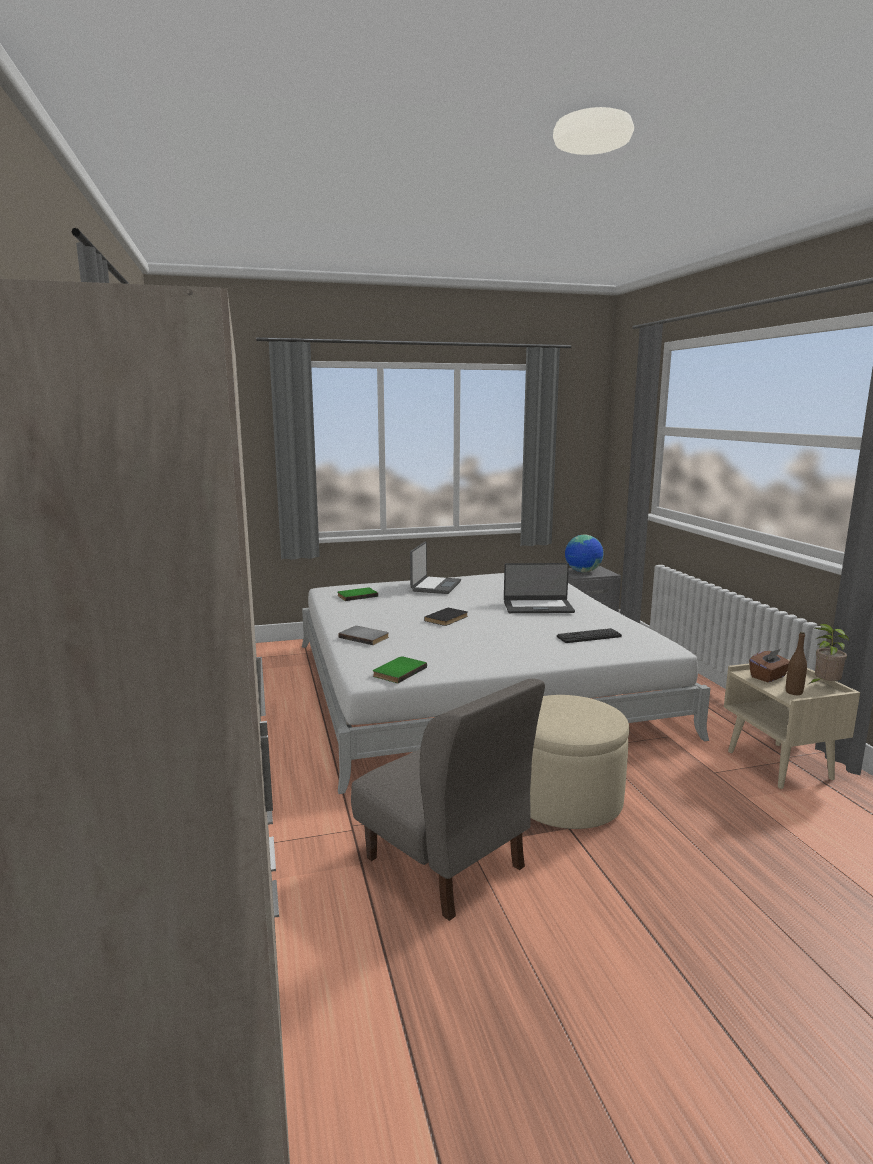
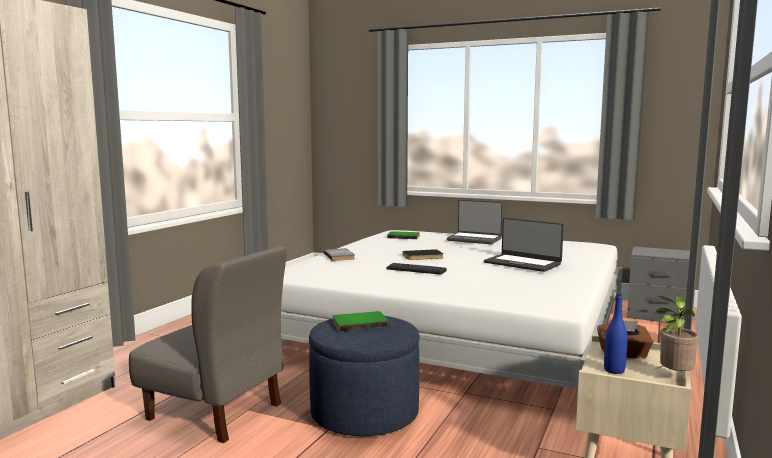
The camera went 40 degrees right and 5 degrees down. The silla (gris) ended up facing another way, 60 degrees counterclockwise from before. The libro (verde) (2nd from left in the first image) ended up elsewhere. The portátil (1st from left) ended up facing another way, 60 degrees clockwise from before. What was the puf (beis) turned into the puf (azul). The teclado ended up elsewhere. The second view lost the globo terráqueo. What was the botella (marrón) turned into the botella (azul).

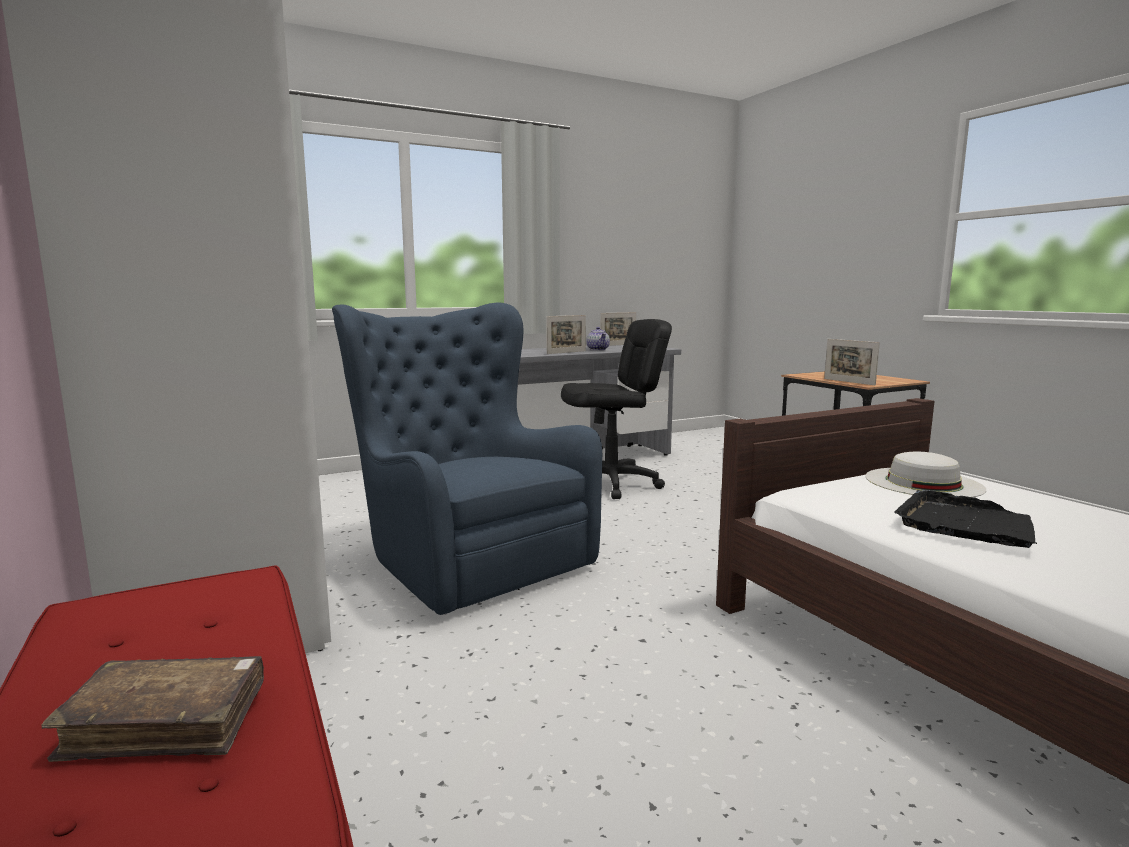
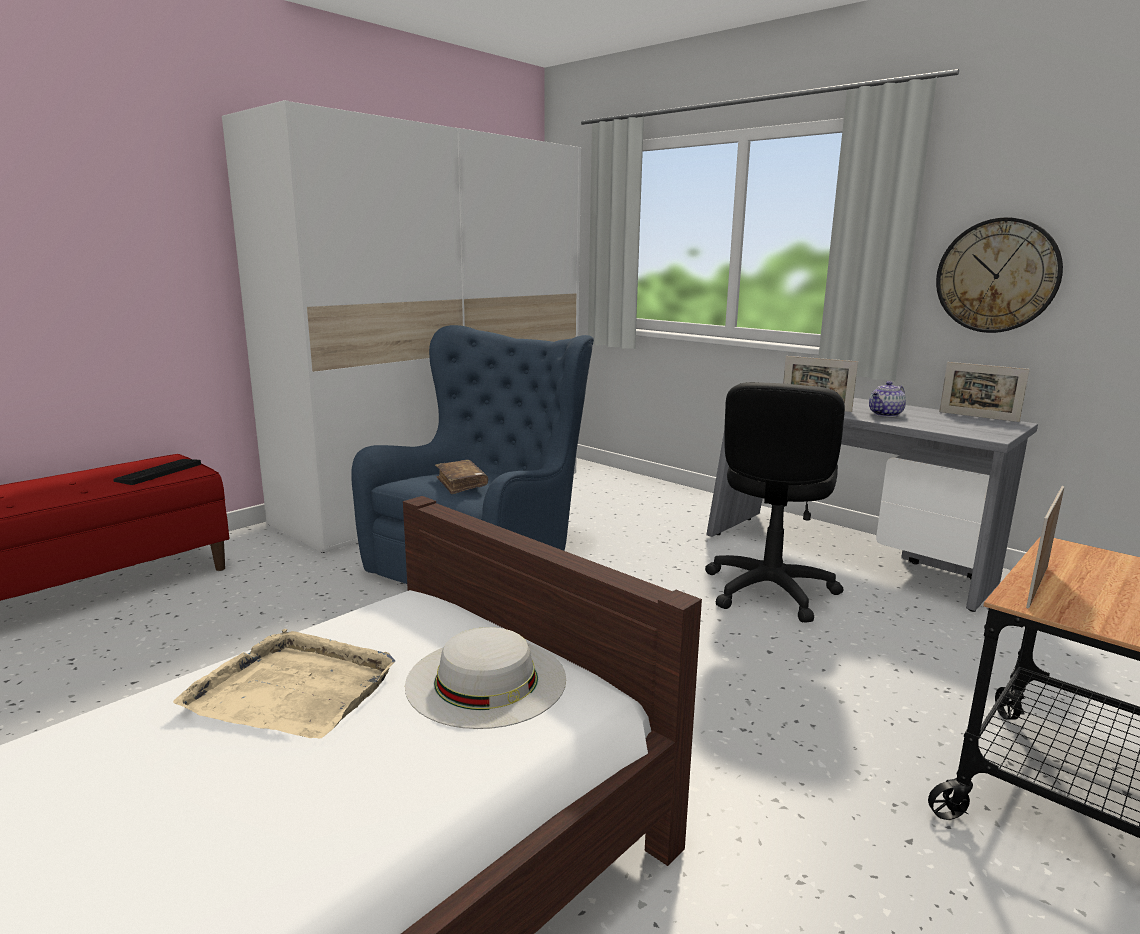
The camera went 70 degrees right and 5 degrees up. The libro (marrón) ended up elsewhere. The silla de oficina (negro) ended up facing another way, 60 degrees clockwise from before. What was the bandeja (negro) turned into the bandeja (beis). The second view gained the teclado. The second view gained the reloj de pared.

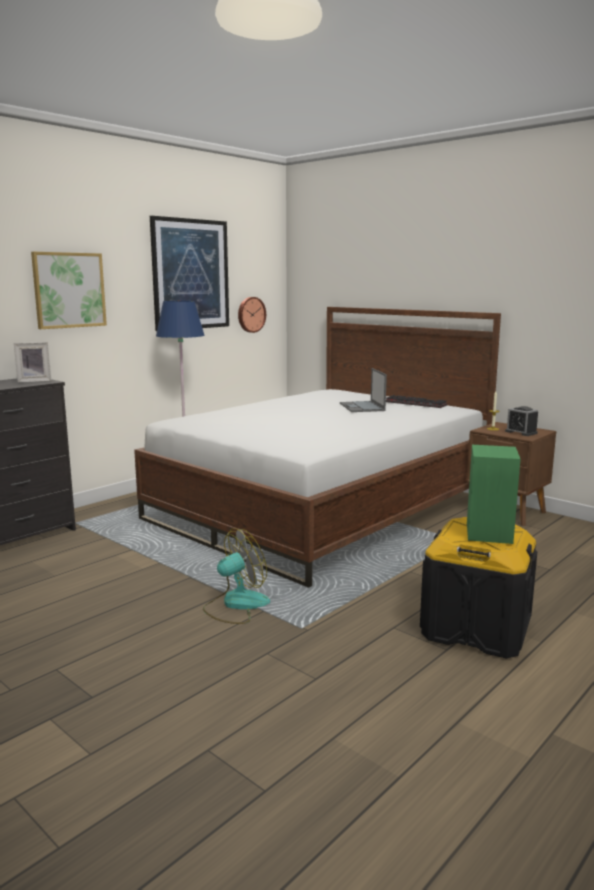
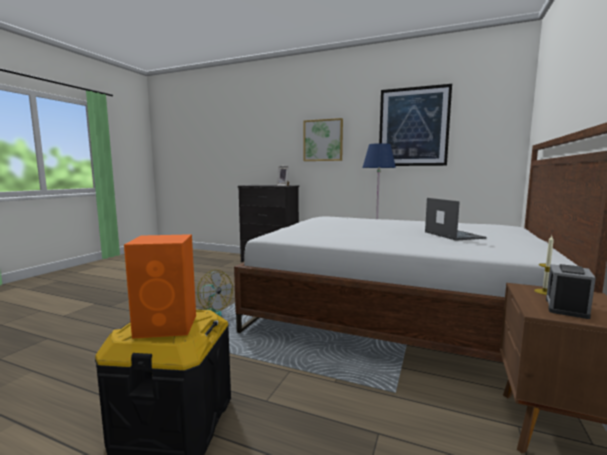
The camera went 70 degrees right and 5 degrees down. The second view lost the reloj de pared. The portátil ended up facing another way, 105 degrees clockwise from before. The second view lost the teclado. What was the altavoz (verde) turned into the altavoz (naranja).

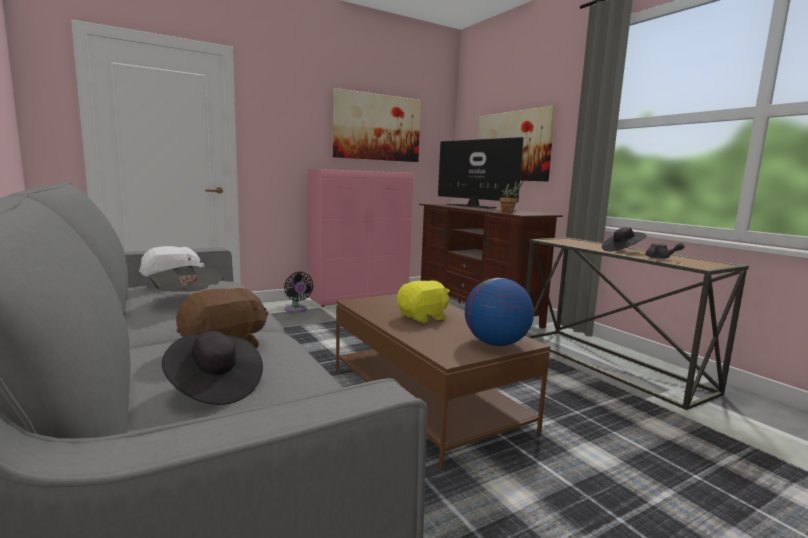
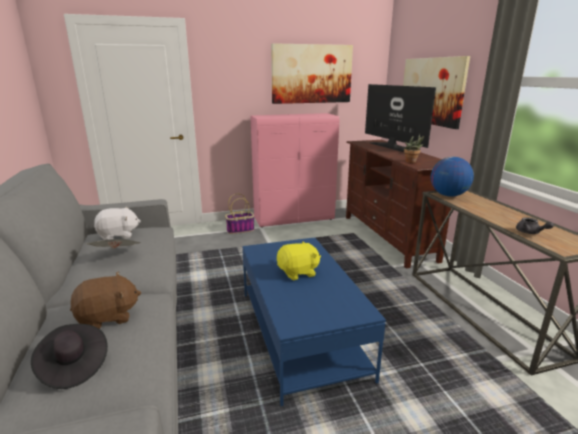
The camera went 15 degrees right and 10 degrees up. Where the ventilador (negro) stood, the cesta came to stand. What was the mesa de centro (marrón) turned into the mesa de centro (azul). The globo terráqueo ended up elsewhere. The second view lost the sombrero (negro) (2nd from left).

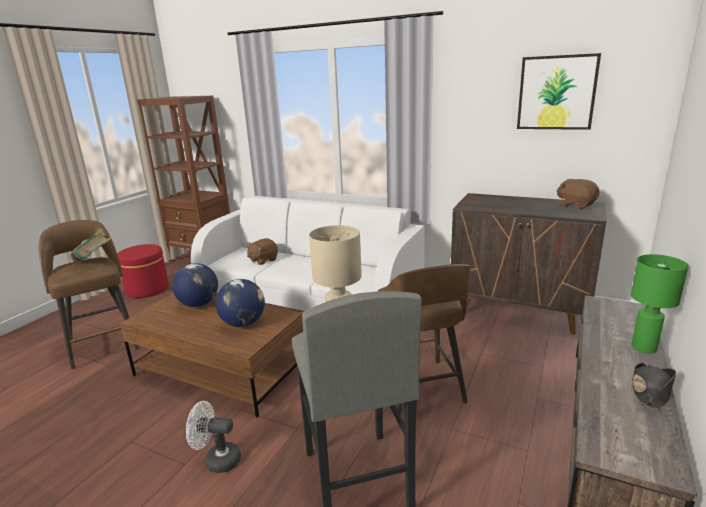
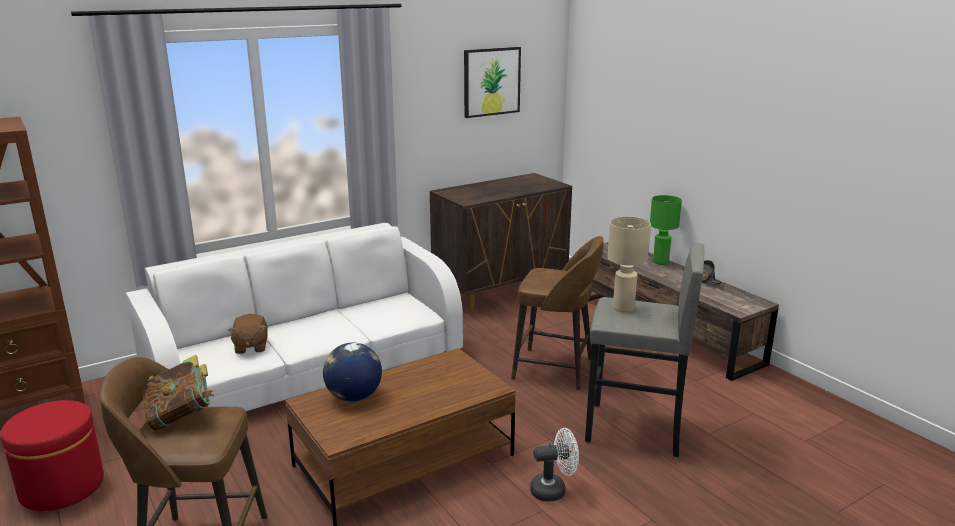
The camera went 60 degrees left and 0 degrees up. The ventilador (blanco) ended up facing another way, 135 degrees counterclockwise from before. The second view lost the globo terráqueo (2nd from left). The second view lost the peluche (marrón) (2nd from left).

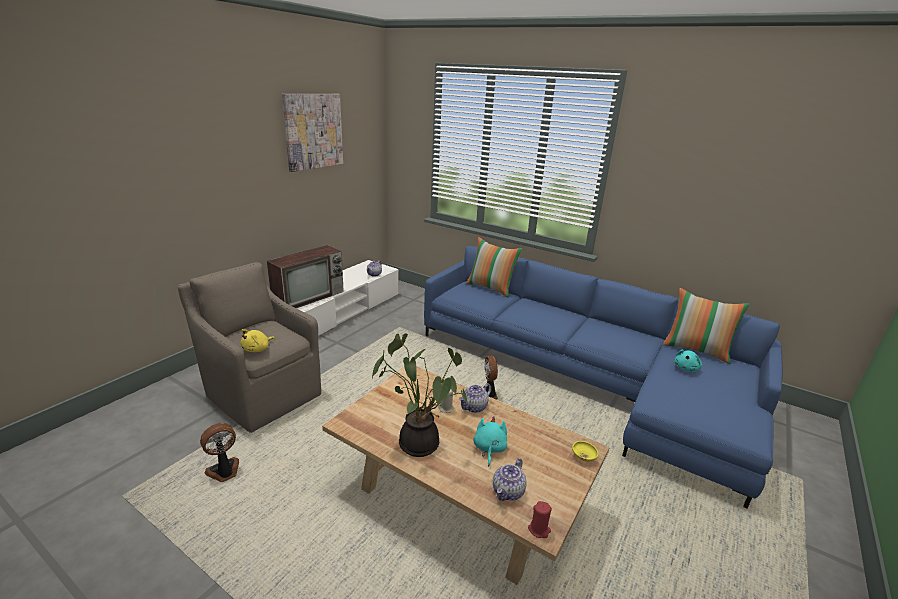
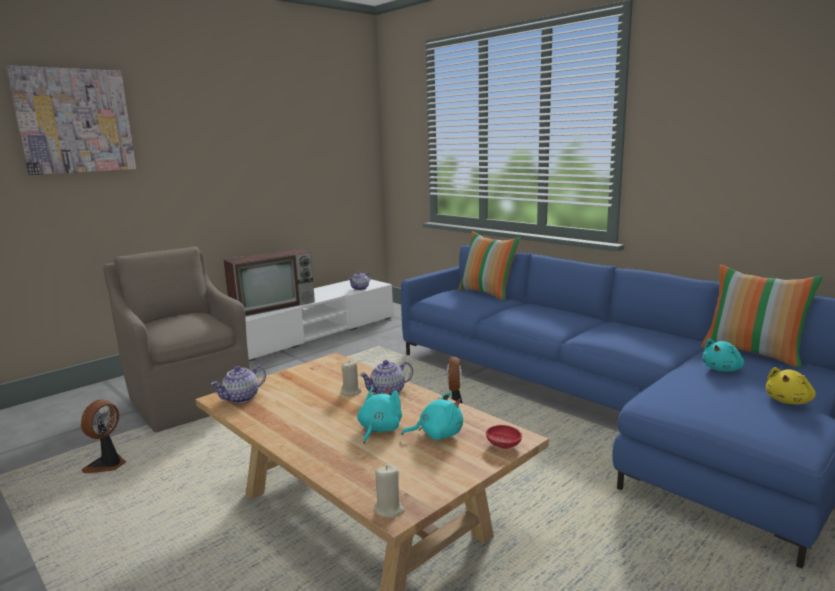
The camera went 15 degrees right and 10 degrees down. The ventilador (1st from left) ended up facing another way, 45 degrees counterclockwise from before. The peluche (amarillo) ended up elsewhere. The cuadro ended up elsewhere. The second view lost the planta en maceta. The tetera (3rd from left in the first image) ended up elsewhere. What was the vela (rojo) turned into the vela (beis) (2nd from left). What was the cuenco (amarillo) turned into the cuenco (rojo). The second view gained the peluche (turquesa) (2nd from left).

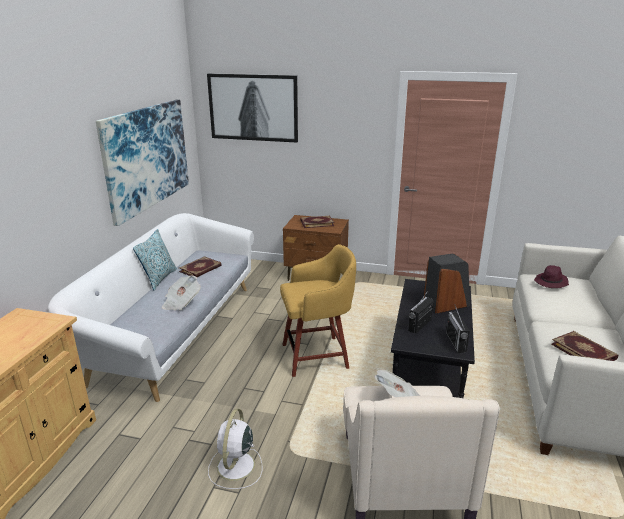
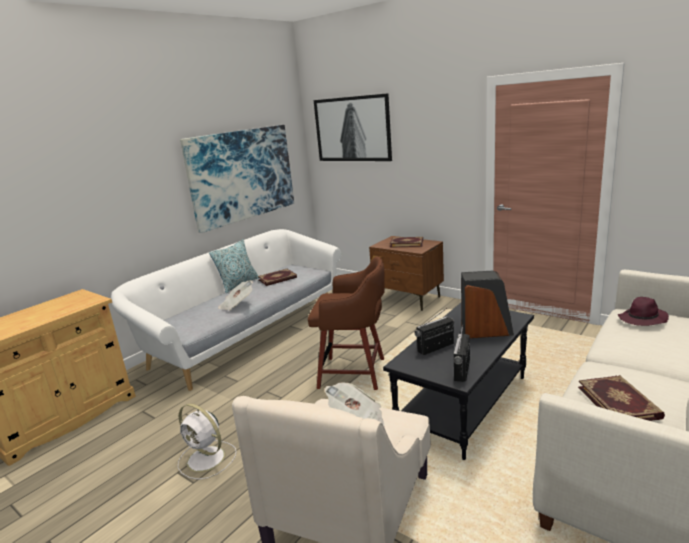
The camera went 25 degrees right and 5 degrees down. The ventilador (blanco) ended up facing another way, 90 degrees counterclockwise from before. What was the taburete (amarillo) turned into the taburete (marrón).

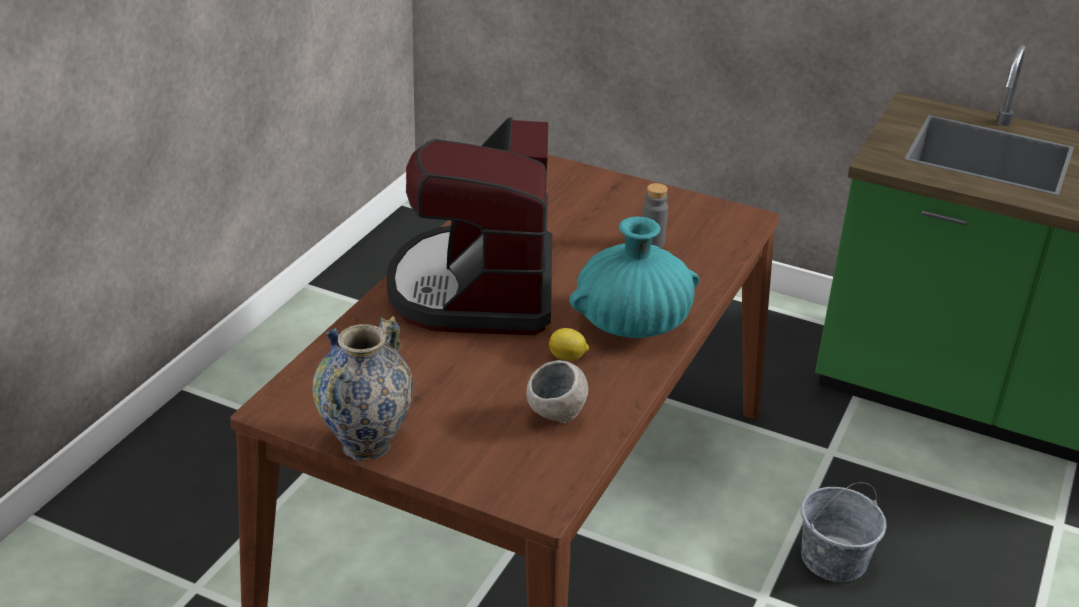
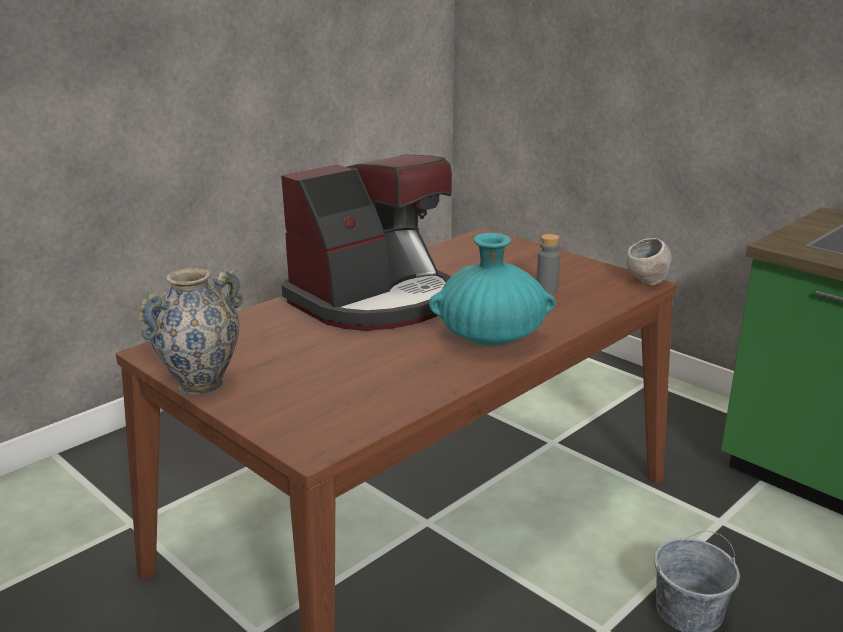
The camera went 20 degrees right and 10 degrees down. The cafetera ended up facing another way, 150 degrees counterclockwise from before. The cuenco (gris) ended up elsewhere. The second view lost the limón.

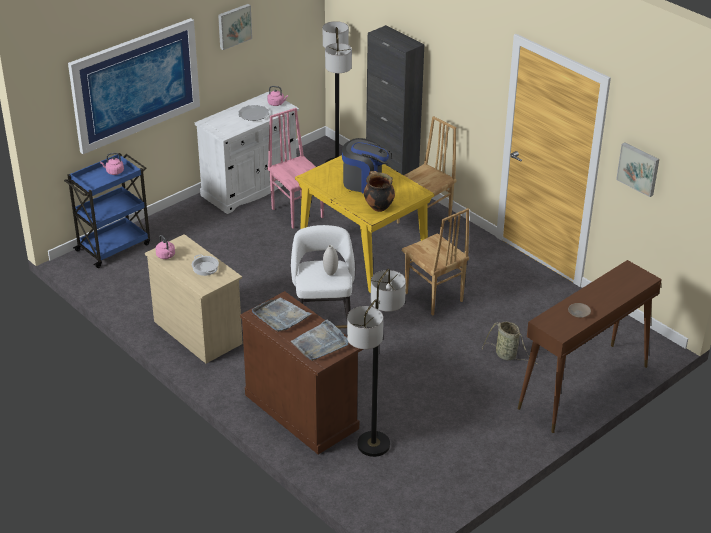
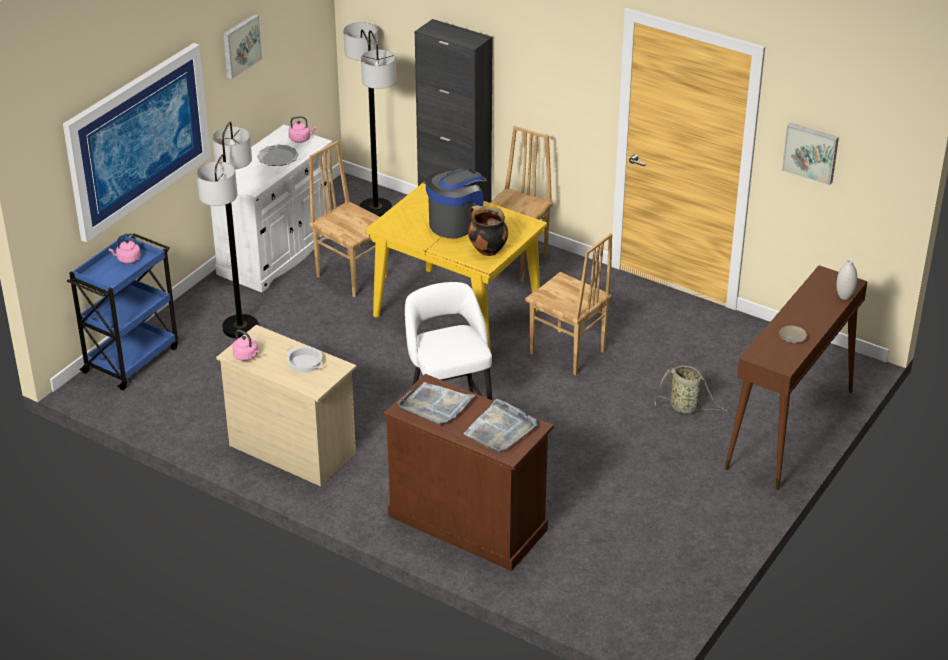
The camera went 15 degrees left and 0 degrees up. What was the silla (rosa) turned into the silla (marrón) (1st from left). The florero (blanco) ended up elsewhere. The cafetera ended up facing another way, 45 degrees counterclockwise from before. The lámpara de pie (2nd from left in the first image) ended up elsewhere.

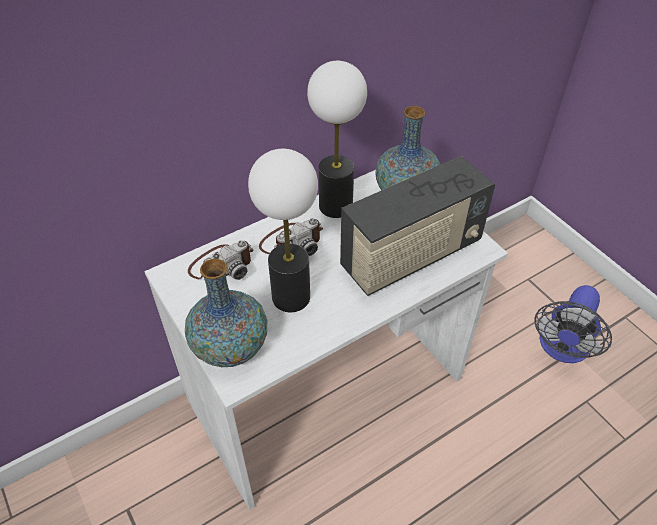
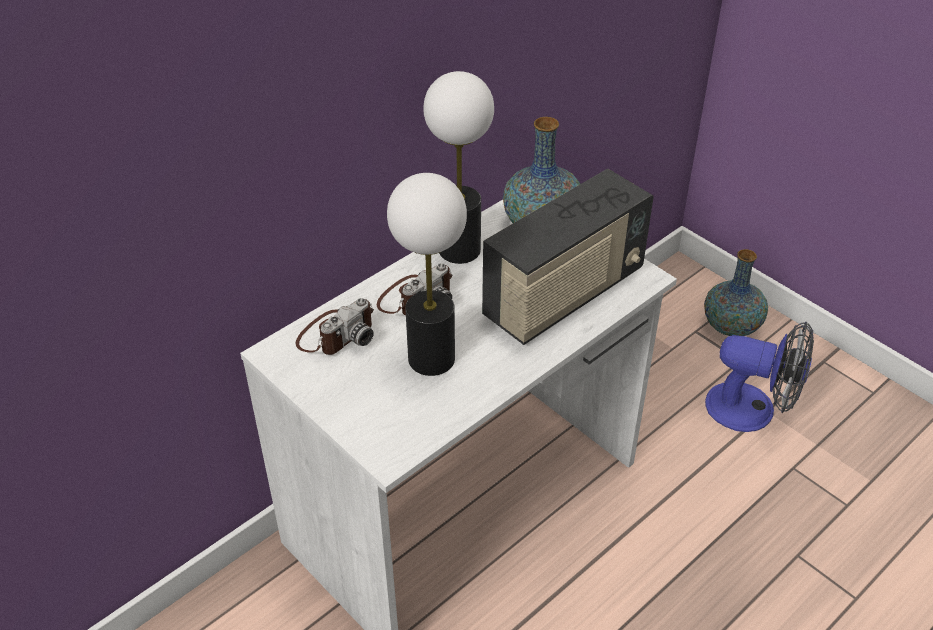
The camera went 10 degrees left and 5 degrees down. The florero (1st from left in the first image) ended up elsewhere. The ventilador ended up facing another way, 90 degrees counterclockwise from before.

